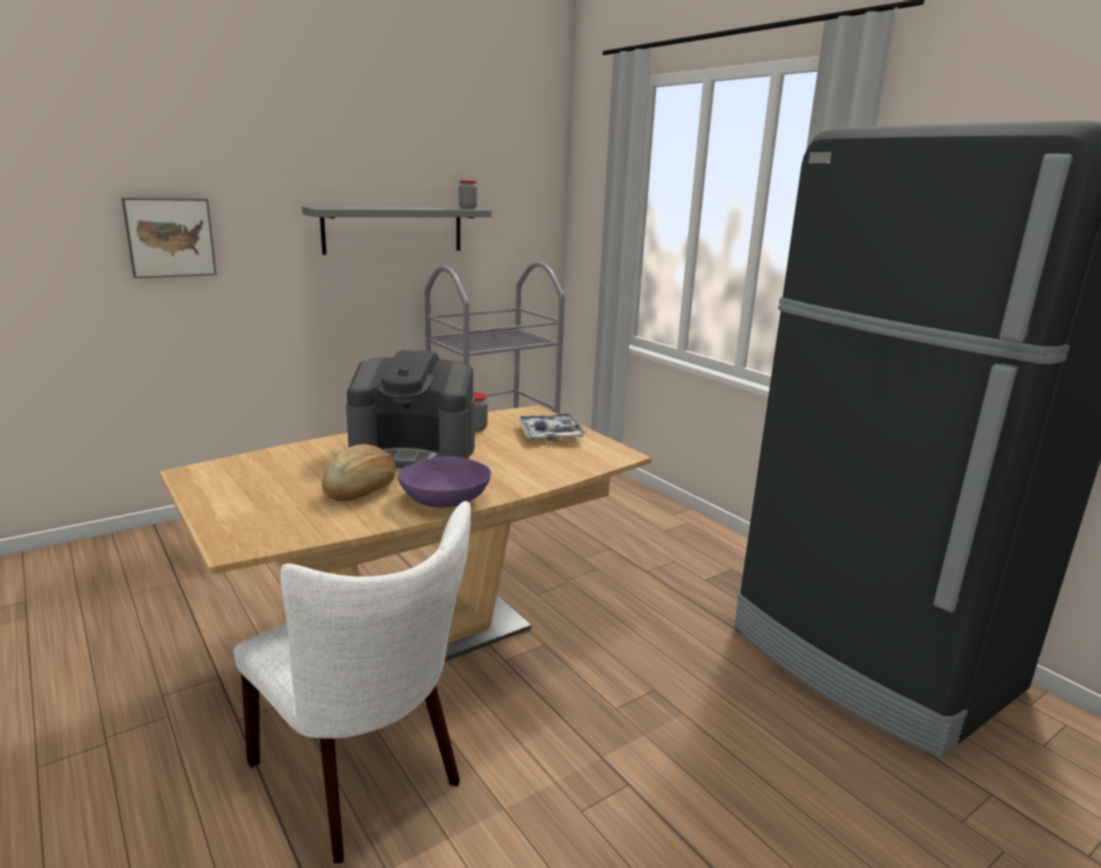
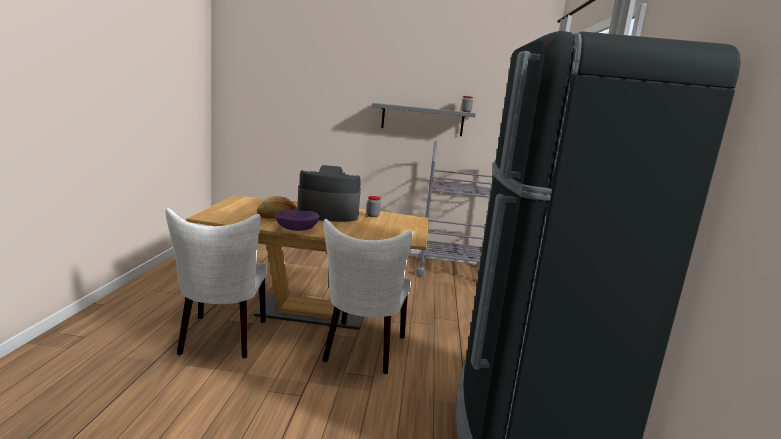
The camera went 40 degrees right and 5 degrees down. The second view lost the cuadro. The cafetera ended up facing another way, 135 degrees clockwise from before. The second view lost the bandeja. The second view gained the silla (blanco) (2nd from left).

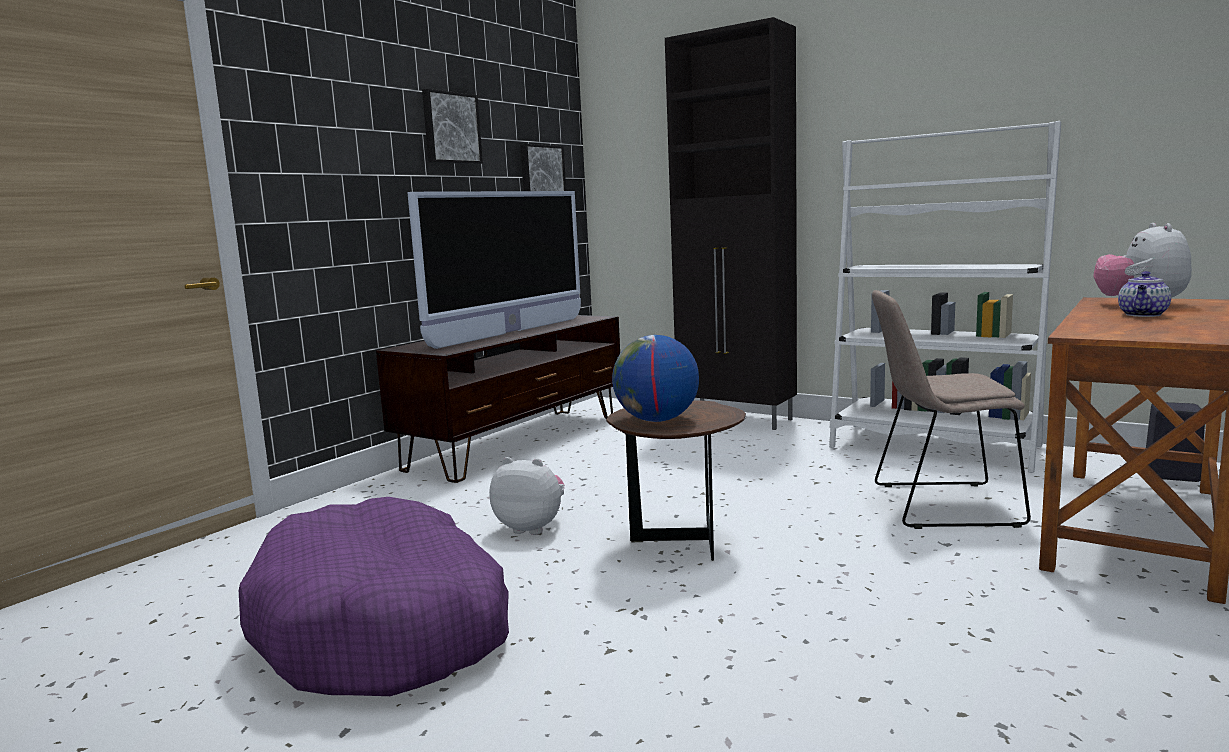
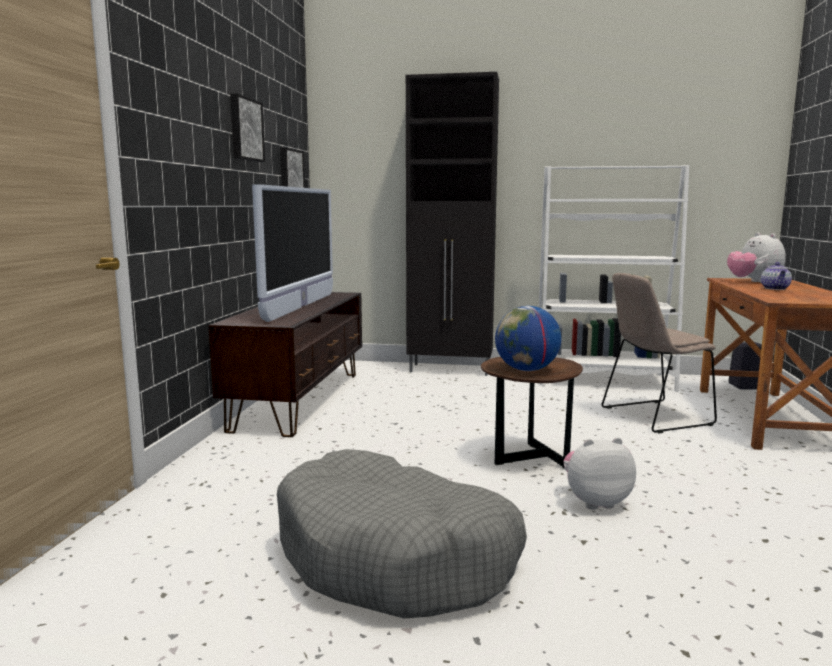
The camera went 25 degrees left and 0 degrees up. What was the cama para perro (morado) turned into the cama para perro (gris). The peluche (1st from left) ended up elsewhere.

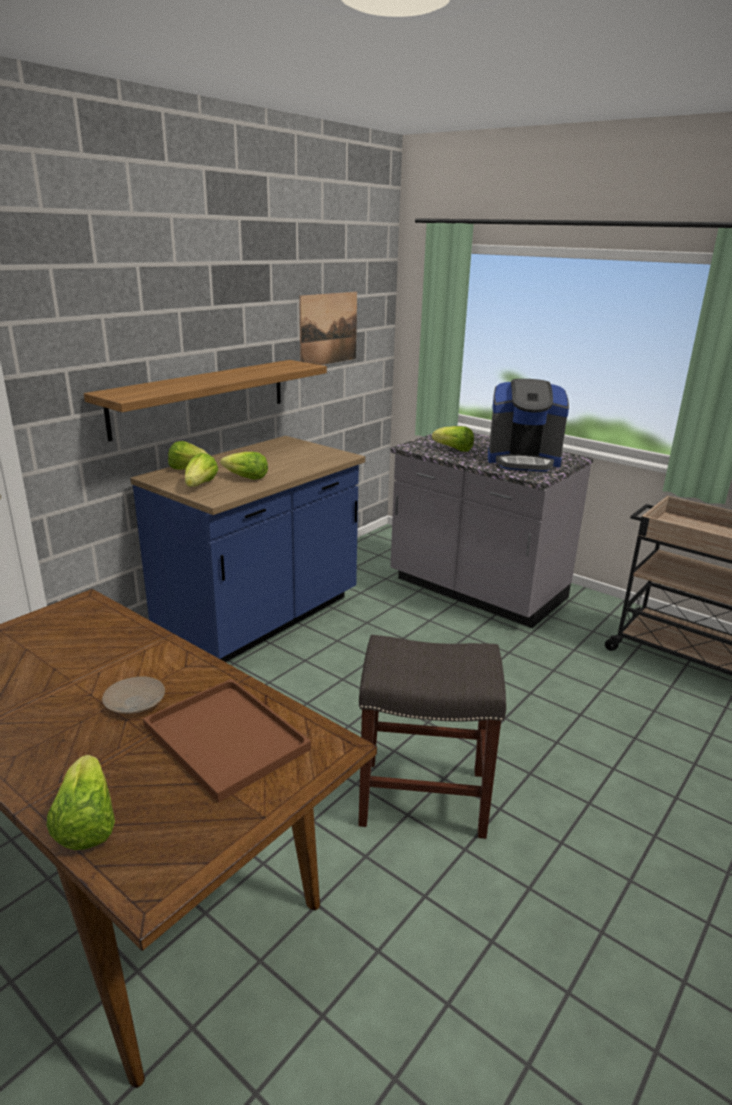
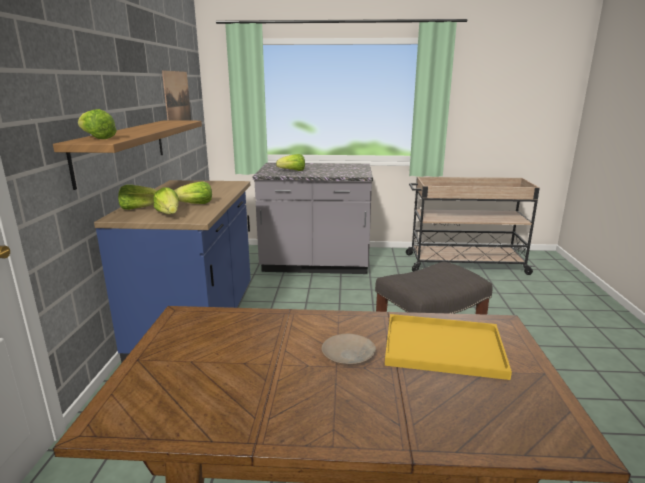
The camera went 35 degrees left and 5 degrees down. The lechuga (1st from left) ended up elsewhere. What was the bandeja (marrón) turned into the bandeja (amarillo). The second view lost the cafetera.

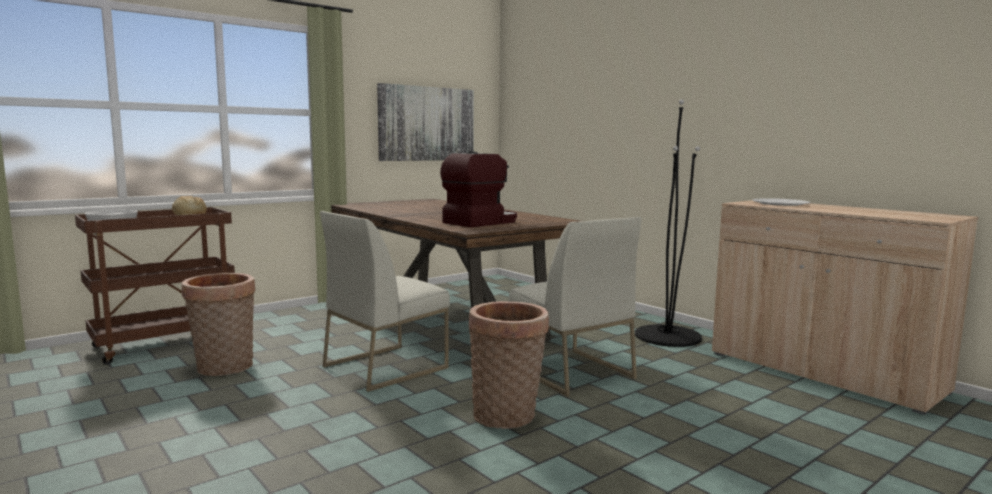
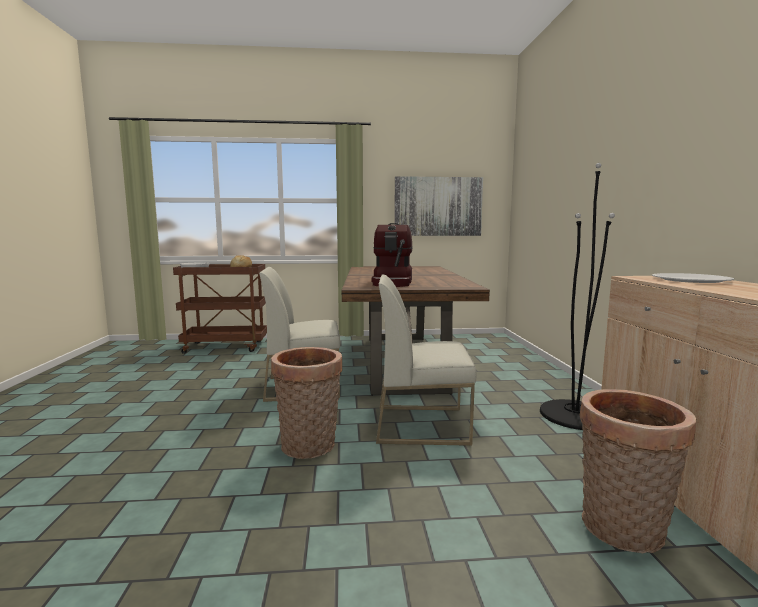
The camera went 35 degrees right and 0 degrees up. The cesta (1st from left in the first image) ended up elsewhere. The cafetera ended up facing another way, 105 degrees clockwise from before. The silla (blanco) (2nd from left) ended up facing another way, 90 degrees clockwise from before.

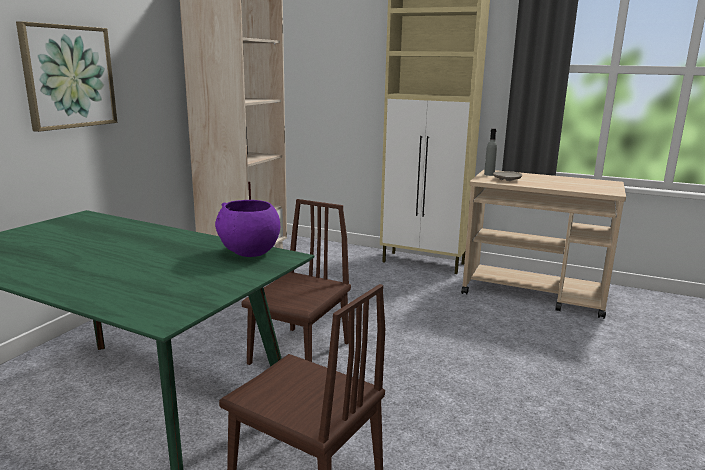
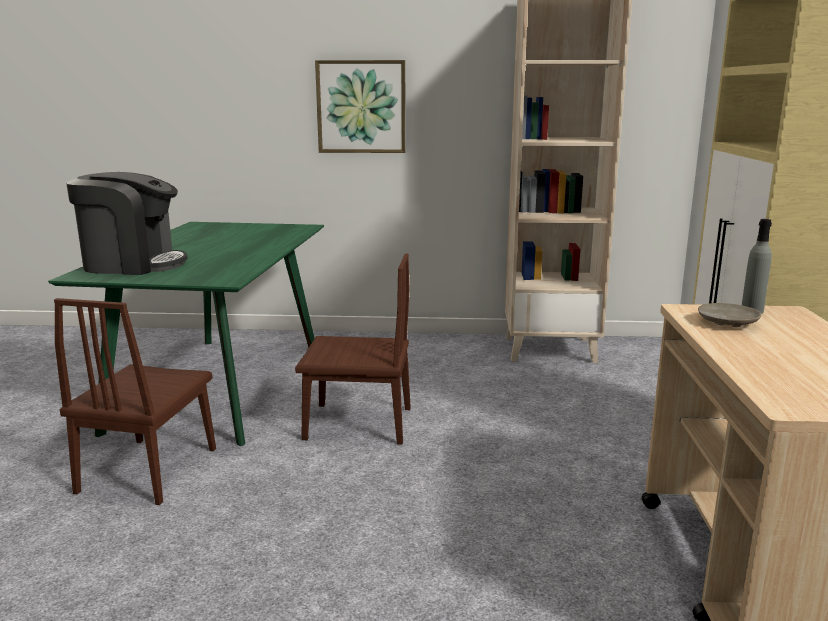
The camera went 70 degrees right and 0 degrees up. The second view lost the cuenco (morado). The second view gained the cafetera.

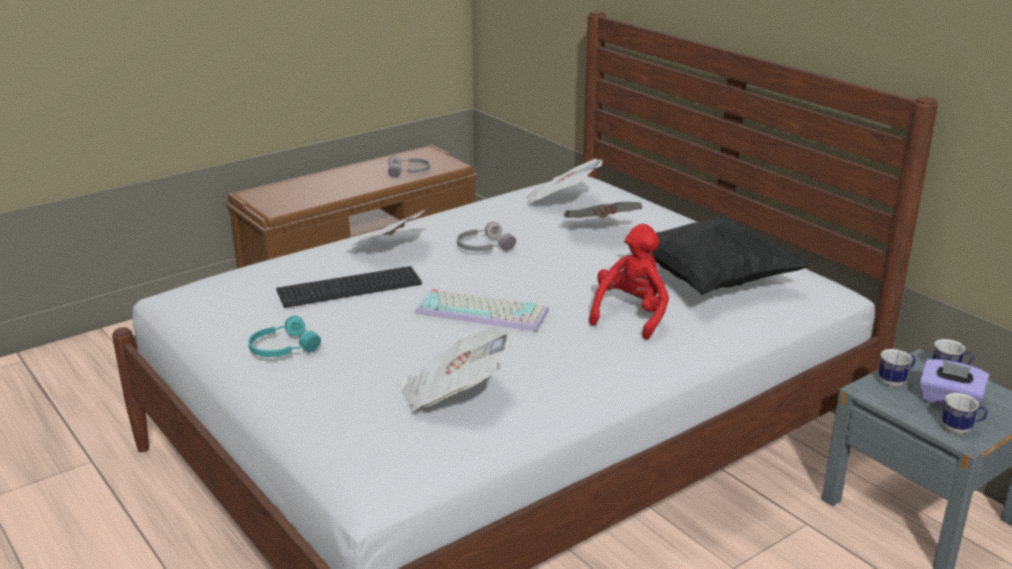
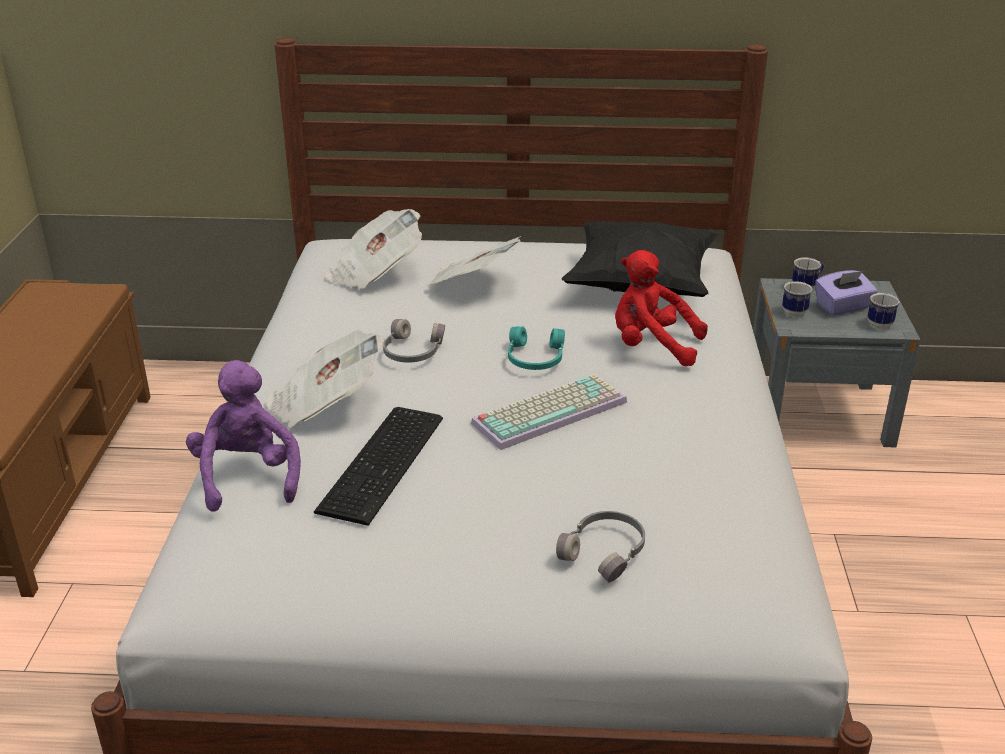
The camera went 50 degrees left and 5 degrees up. The auriculares (turquesa) ended up elsewhere. The auriculares (gris) (1st from left in the first image) ended up elsewhere. The second view lost the periódico (2nd from left). The peluche (rojo) ended up facing another way, 45 degrees counterclockwise from before. The second view gained the peluche (morado).

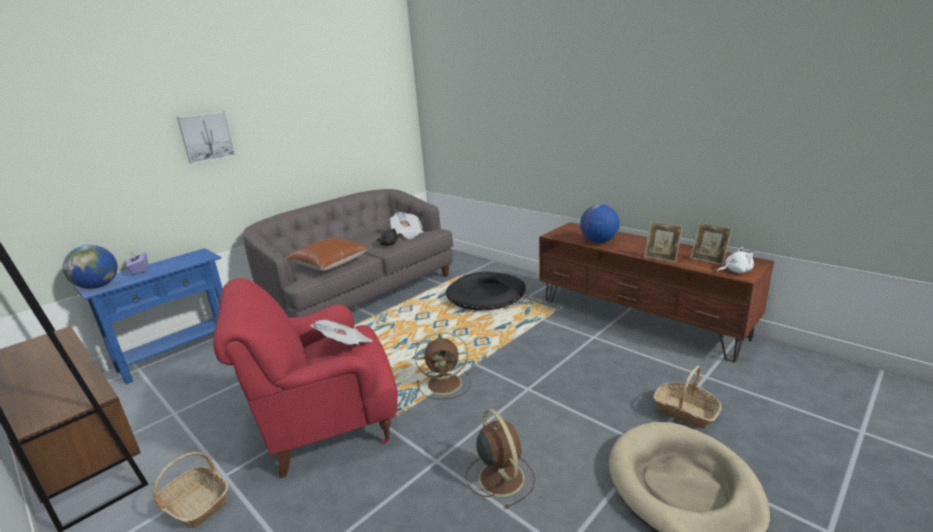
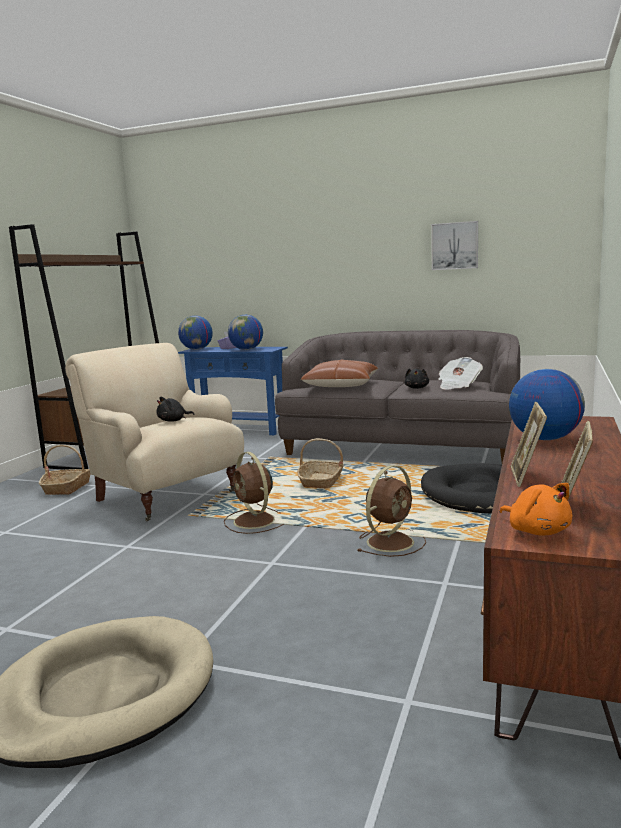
The camera went 65 degrees right and 10 degrees down. The cuadro ended up elsewhere. What was the sillón (rojo) turned into the sillón (beis). Where the periódico (1st from left) stood, the peluche (negro) (1st from left) came to stand. The ventilador (marrón) (2nd from left) ended up elsewhere. The cesta (2nd from left) ended up elsewhere. What was the peluche (blanco) turned into the peluche (naranja). The second view gained the globo terráqueo (2nd from left).

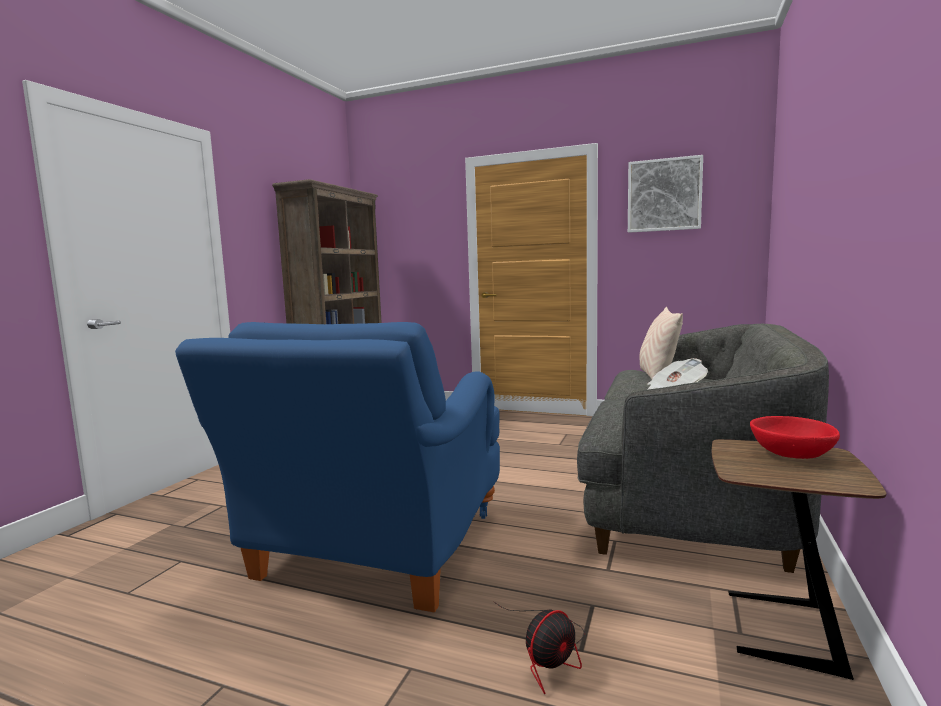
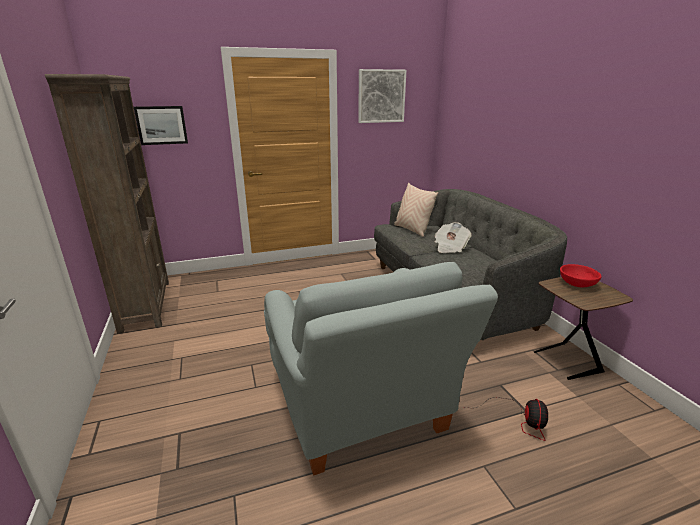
The camera went 40 degrees left and 15 degrees up. What was the sillón (azul) turned into the sillón (gris). The second view gained the cuadro (1st from left).

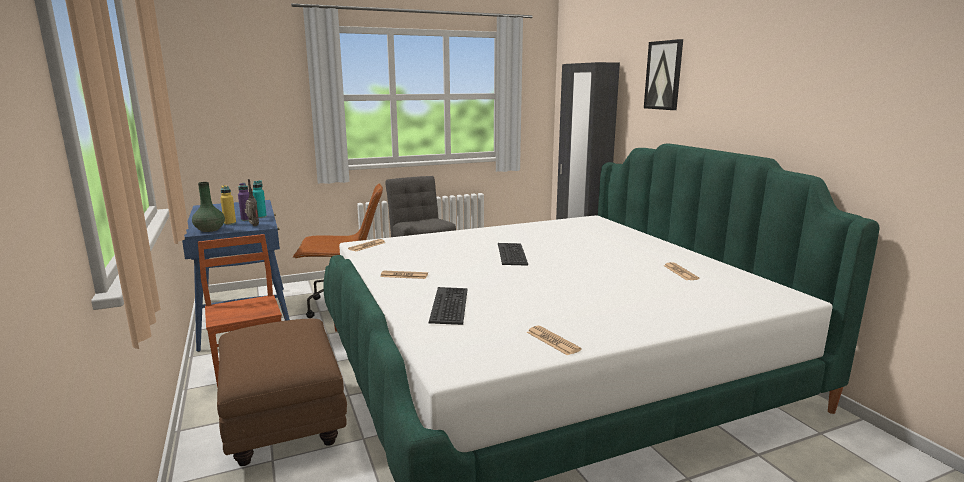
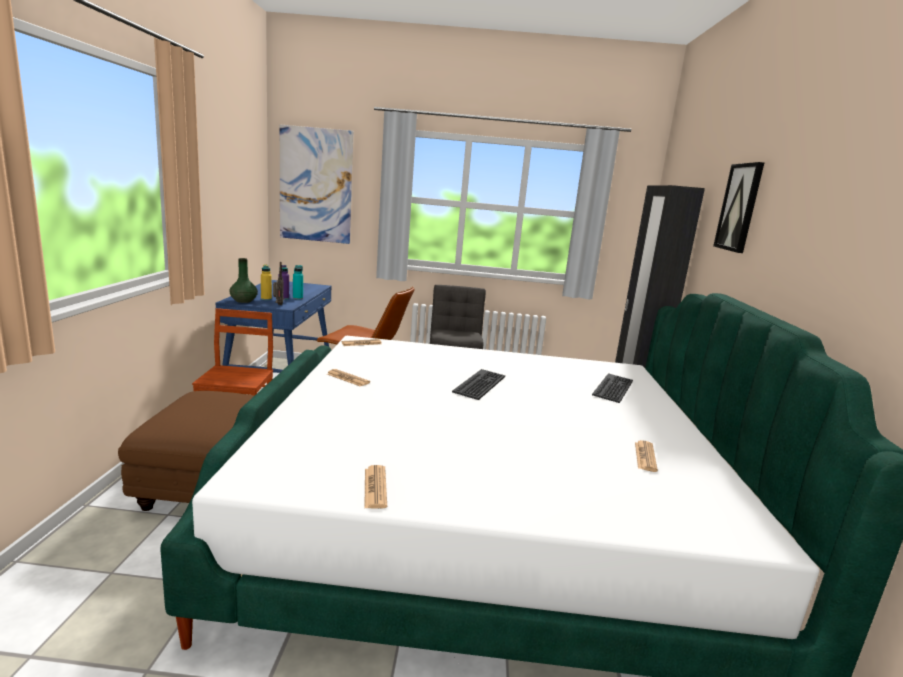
The camera went 25 degrees right and 0 degrees up. The teclado (1st from left in the first image) ended up elsewhere. The second view gained the cuadro (1st from left).

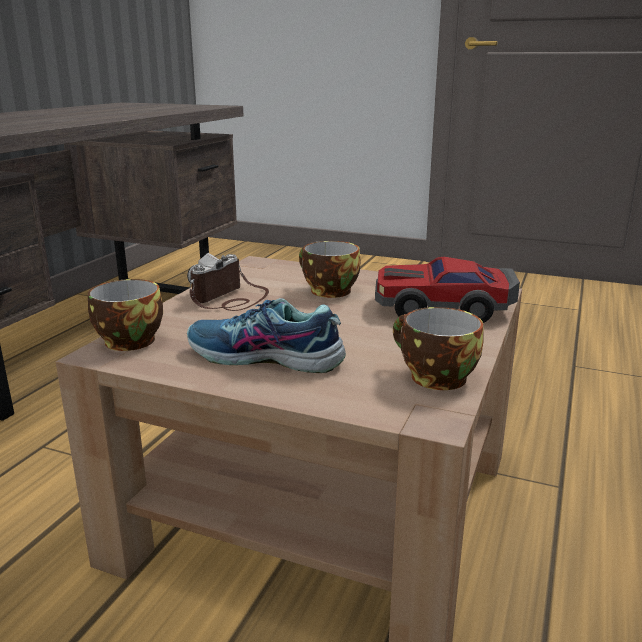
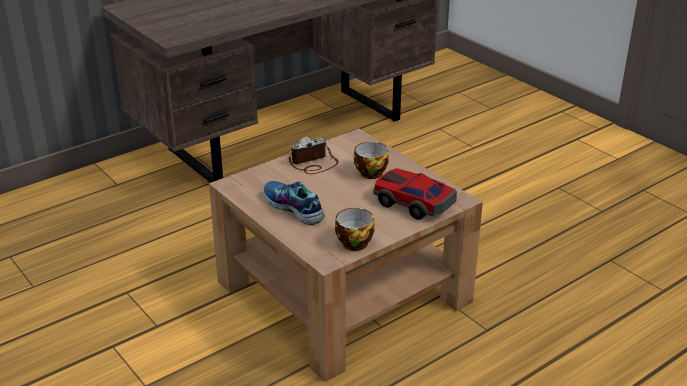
The camera went 30 degrees right and 10 degrees up. The second view lost the taza (1st from left).

